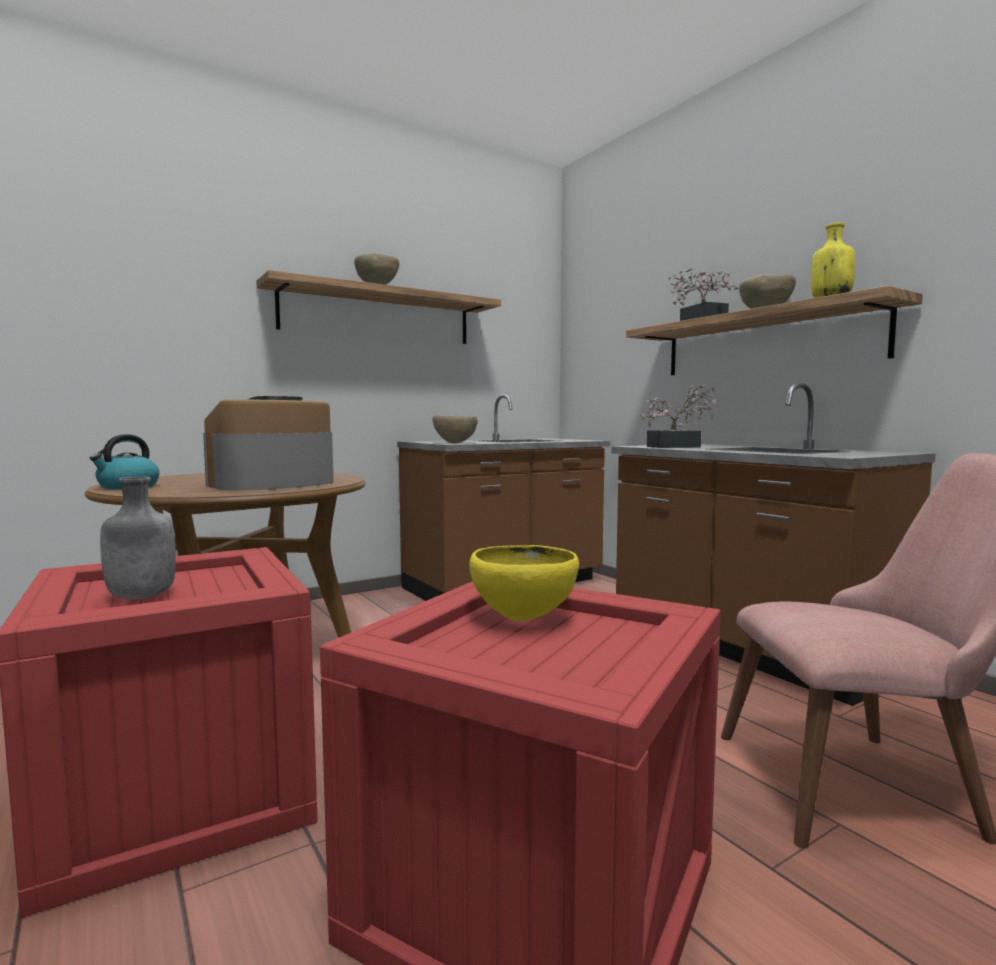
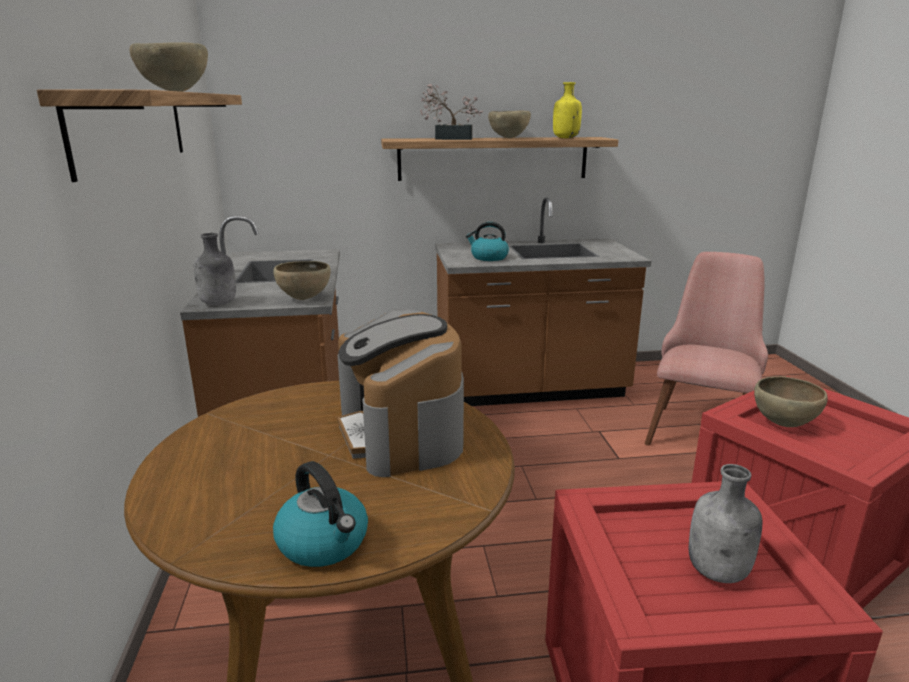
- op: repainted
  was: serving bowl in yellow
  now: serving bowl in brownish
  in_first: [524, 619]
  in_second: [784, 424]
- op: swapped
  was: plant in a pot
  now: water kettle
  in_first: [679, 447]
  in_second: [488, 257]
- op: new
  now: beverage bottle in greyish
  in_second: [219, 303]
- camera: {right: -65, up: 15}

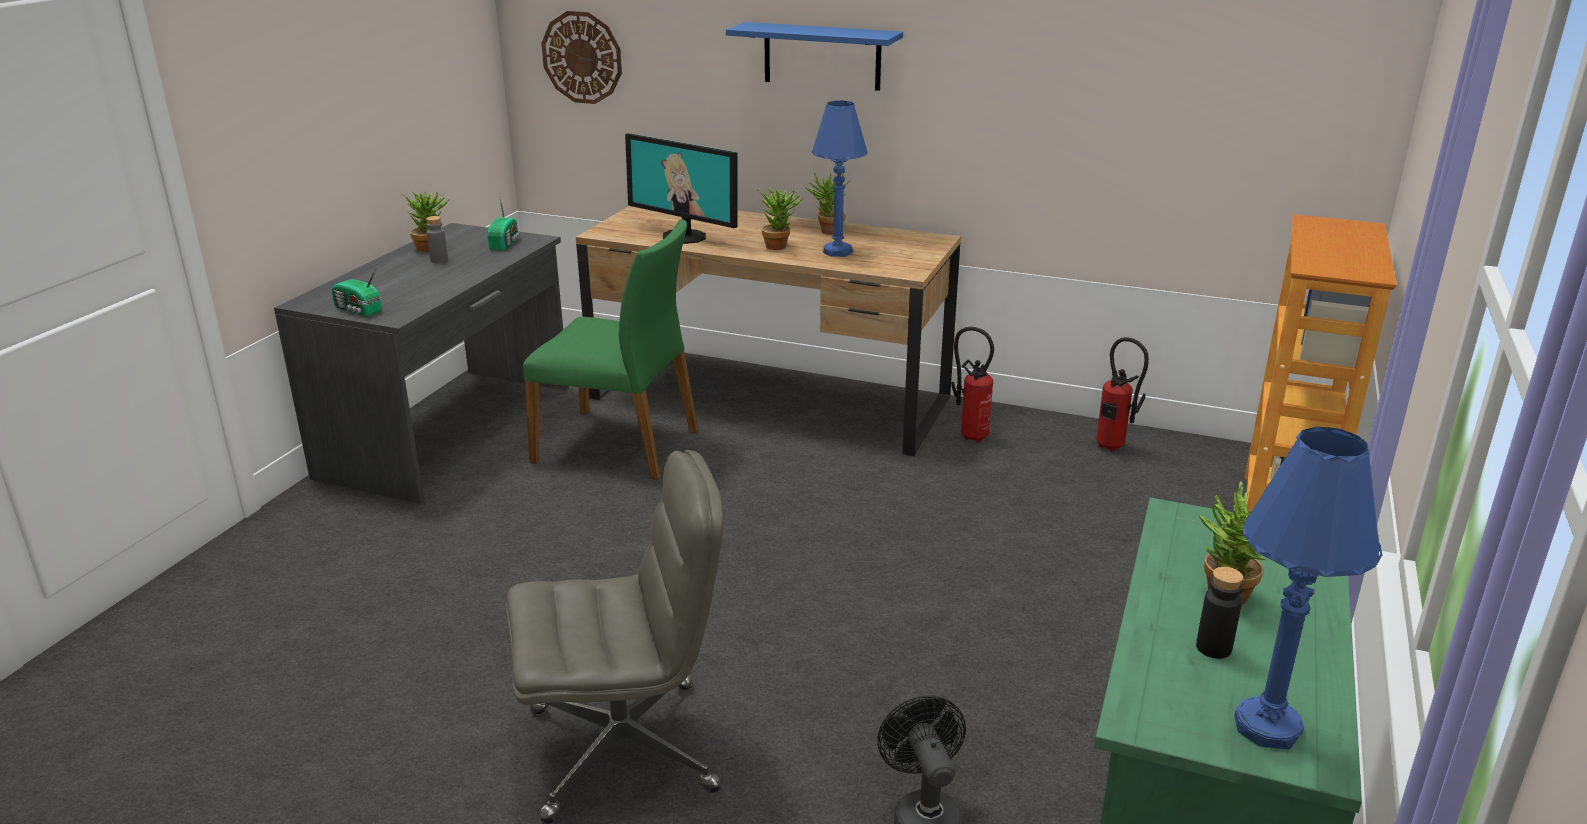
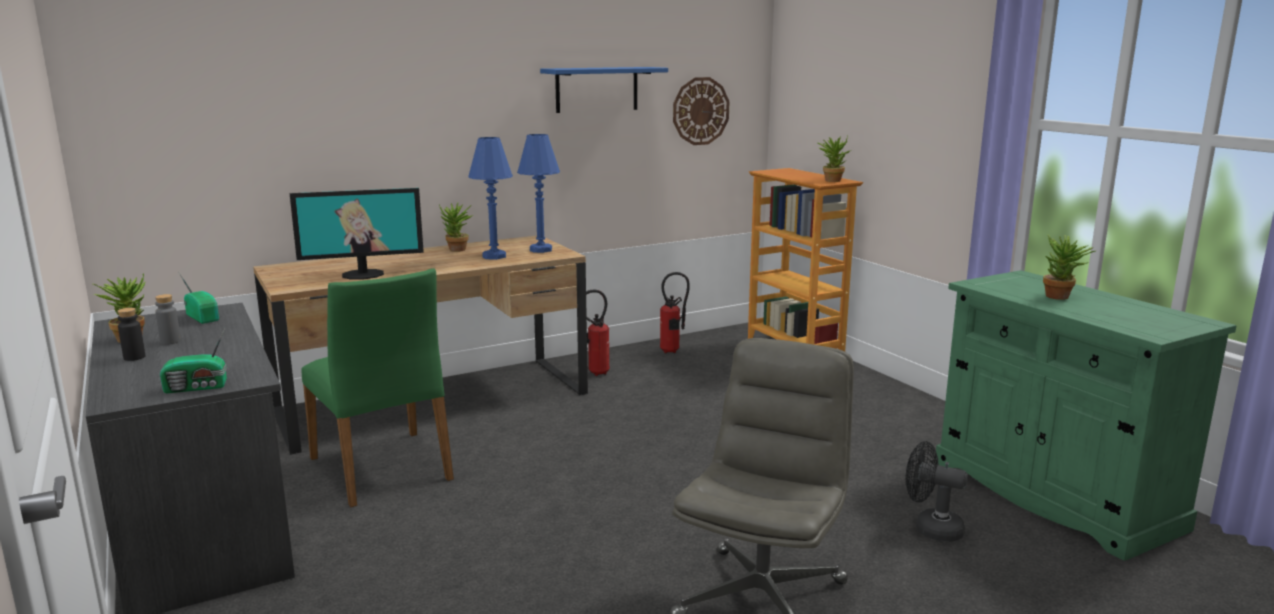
- op: rotated
  was: plain chair in greenish
  in_first: [619, 445]
  in_second: [383, 468]
  clockwise: 90
- op: shifted
  was: clock on the wall
  in_first: [582, 57]
  in_second: [700, 111]
- op: shifted
  was: bracket shelf in bluish
  in_first: [822, 56]
  in_second: [597, 89]
- op: shifted
  was: plant in a pot
  in_first: [779, 245]
  in_second: [832, 180]
- op: shifted
  was: beverage bottle in black
  in_first: [1213, 648]
  in_second: [134, 357]
- op: shifted
  was: tabletop lamp in bluish
  in_first: [1268, 727]
  in_second: [541, 250]
- camera: {right: -50, up: -10}

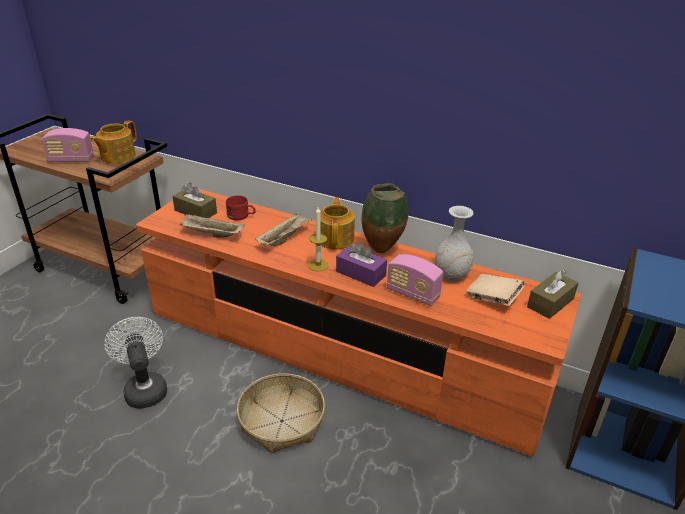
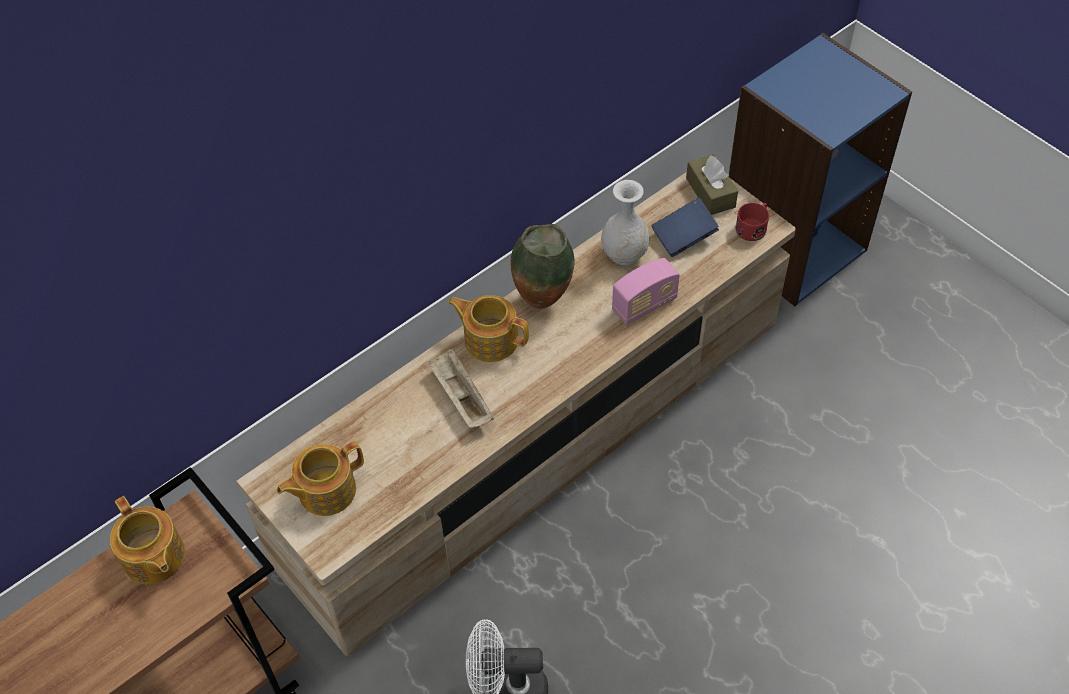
- op: gone
  was: radio
  in_first: [71, 160]
- op: repainted
  was: tv stand in orangey
  now: tv stand in beige-coloured
  in_first: [340, 350]
  in_second: [537, 439]
- op: swapped
  was: tissue holder in brownish
  now: tea pot
  in_first: [195, 211]
  in_second: [325, 491]
- op: gone
  was: carrying tray in beige-coloured
  in_first: [211, 234]
- op: shifted
  was: coffee mug in red
  in_first: [241, 216]
  in_second: [753, 227]
- op: gone
  was: basket
  in_first: [282, 421]
- op: gone
  was: wax candle
  in_first: [318, 265]
- op: gone
  was: tissue holder in purple-coloured
  in_first: [361, 273]
- op: repainted
  was: bound book in beige-coloured
  now: bound book in bluish
  in_first: [493, 299]
  in_second: [684, 237]
- camera: {right: -65, up: 20}

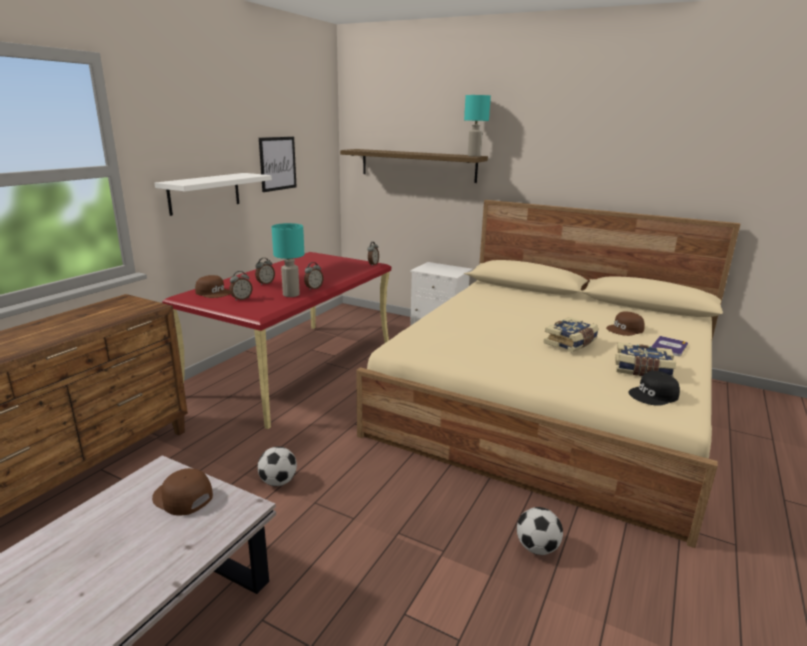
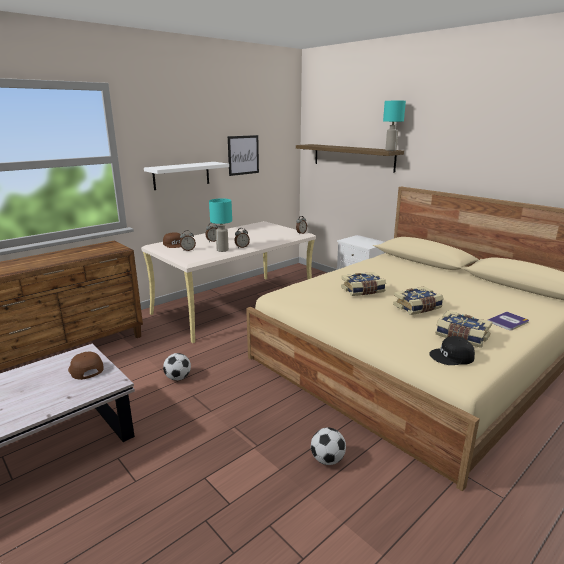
- op: repainted
  was: desk table in red
  now: desk table in beige-coloured
  in_first: [295, 368]
  in_second: [235, 305]
- op: gone
  was: peaked cap in brownish
  in_first: [625, 329]
- op: new
  now: bound book
  in_second: [363, 291]
- camera: {right: 20, up: 0}

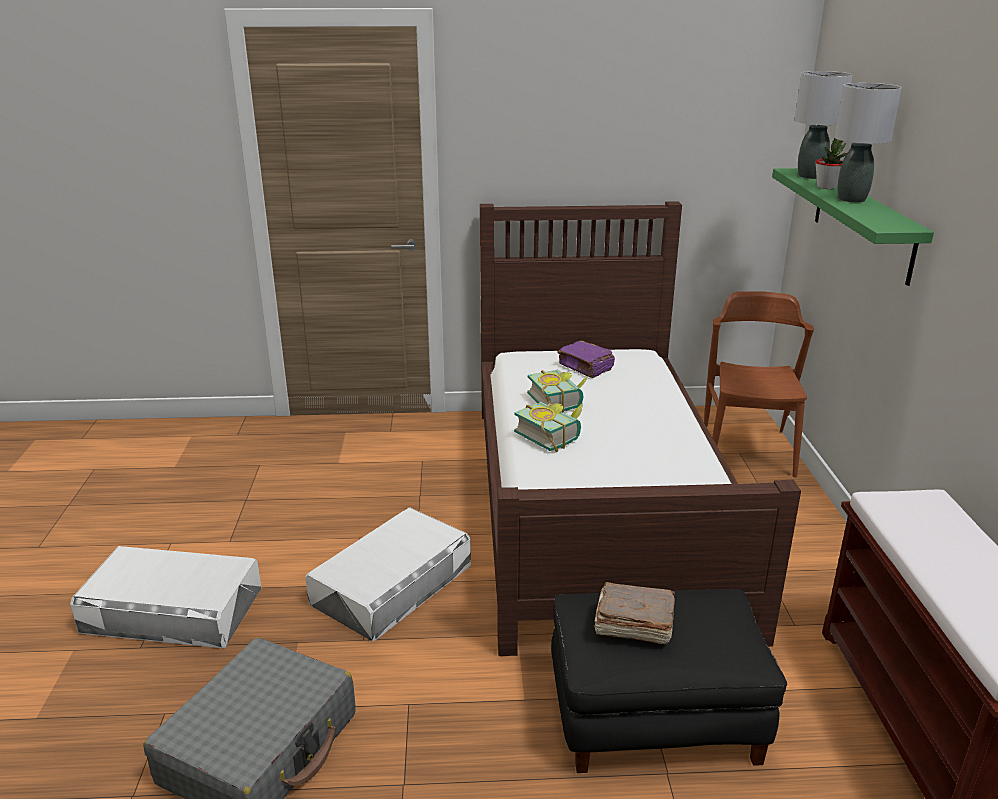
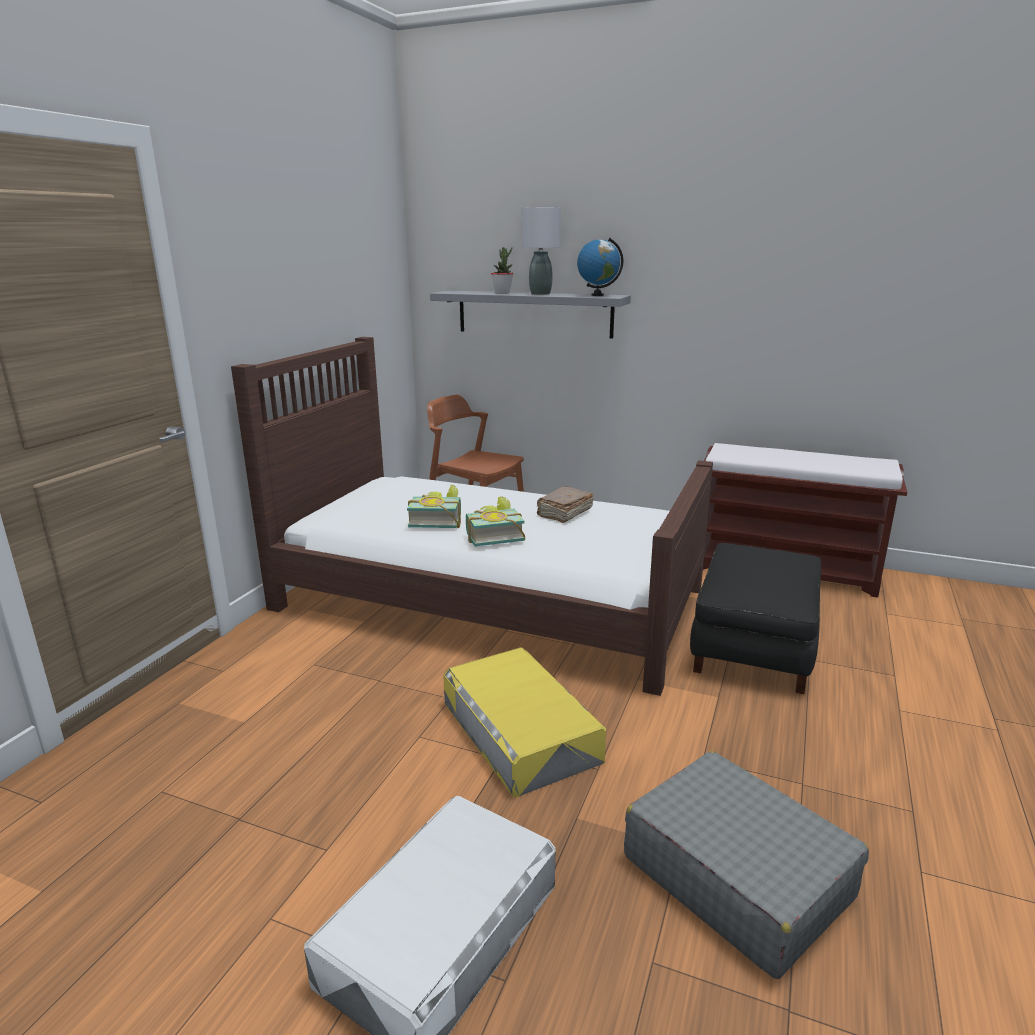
- op: repainted
  was: storage box in whitish
  now: storage box in yellow
  in_first: [392, 584]
  in_second: [520, 731]
- op: gone
  was: bound book in purple-coloured
  in_first: [586, 368]
- op: shifted
  was: bound book in brownish
  in_first: [632, 625]
  in_second: [564, 513]
- op: repainted
  was: bracket shelf in greenish
  now: bracket shelf in greyish
  in_first: [862, 223]
  in_second: [534, 313]
- op: gone
  was: tabletop lamp in greyish
  in_first: [810, 176]
- op: new
  now: globe
  in_second: [597, 295]
- camera: {right: -65, up: -5}

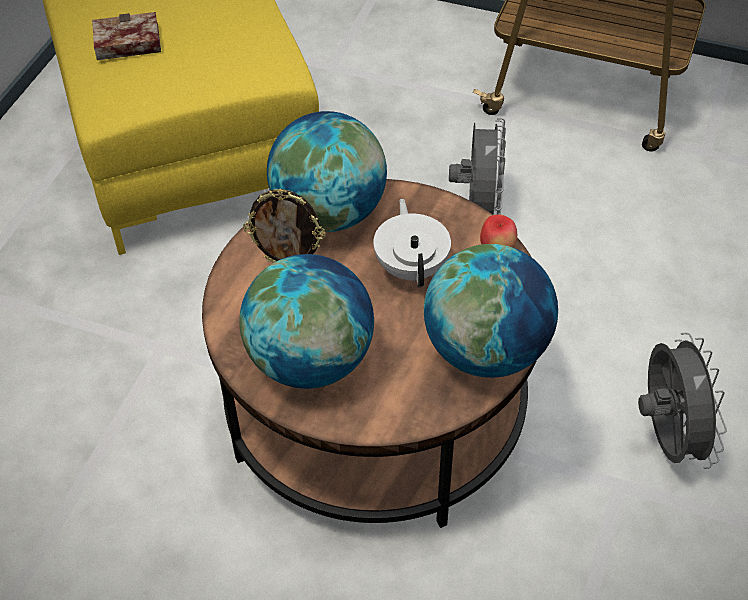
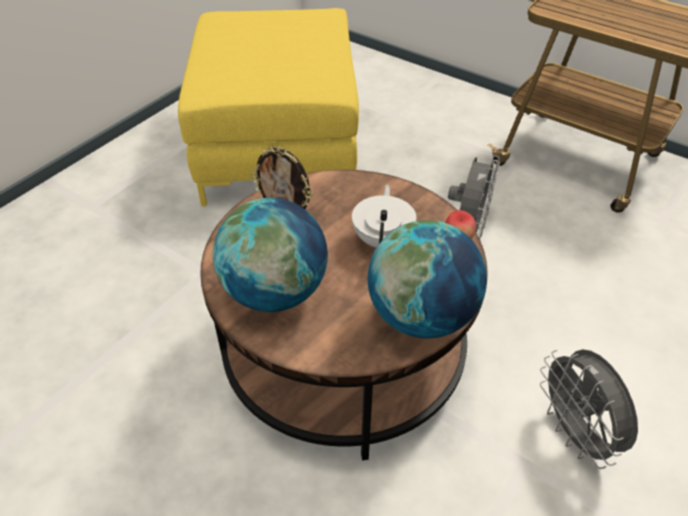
- op: gone
  was: bound book
  in_first: [125, 44]
- op: gone
  was: globe
  in_first: [329, 213]
- op: rotated
  was: fan in greyish
  in_first: [666, 437]
  in_second: [575, 434]
  clockwise: 150
- camera: {right: 15, up: -5}

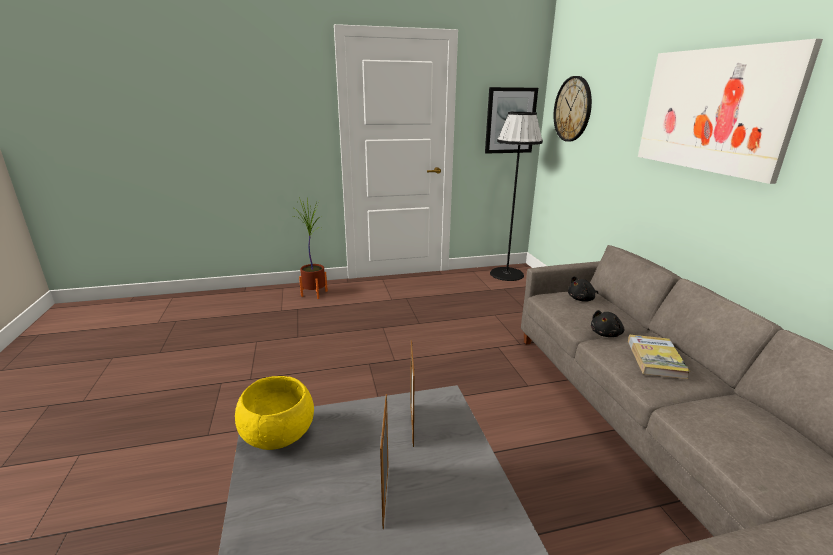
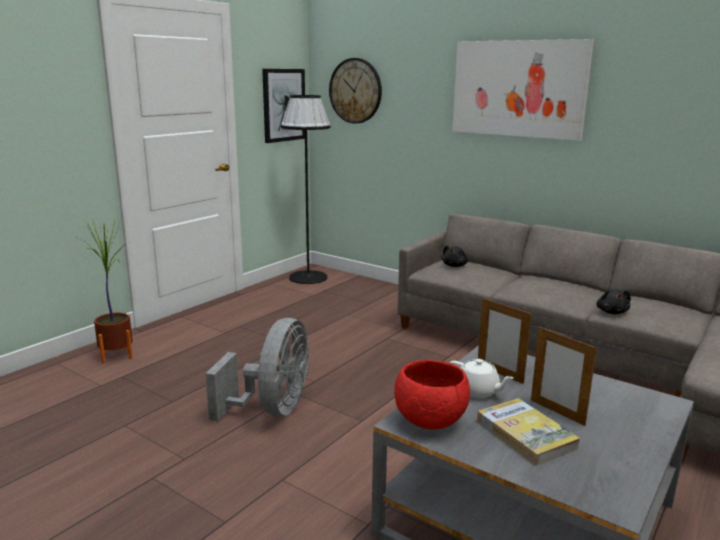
- op: repainted
  was: serving bowl in yellow
  now: serving bowl in red
  in_first: [278, 437]
  in_second: [431, 421]
- op: shifted
  was: plush toy in black
  in_first: [606, 334]
  in_second: [612, 312]
- op: shifted
  was: bound book
  in_first: [655, 358]
  in_second: [525, 434]
- op: new
  now: fan in greyish
  in_second: [272, 409]
- op: new
  now: tea pot in whitish
  in_second: [477, 391]
- camera: {right: -40, up: -5}

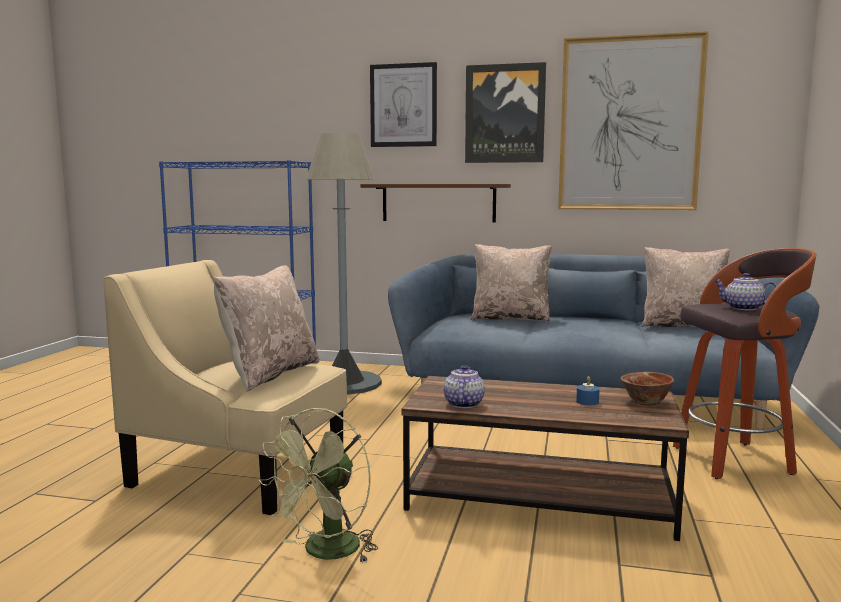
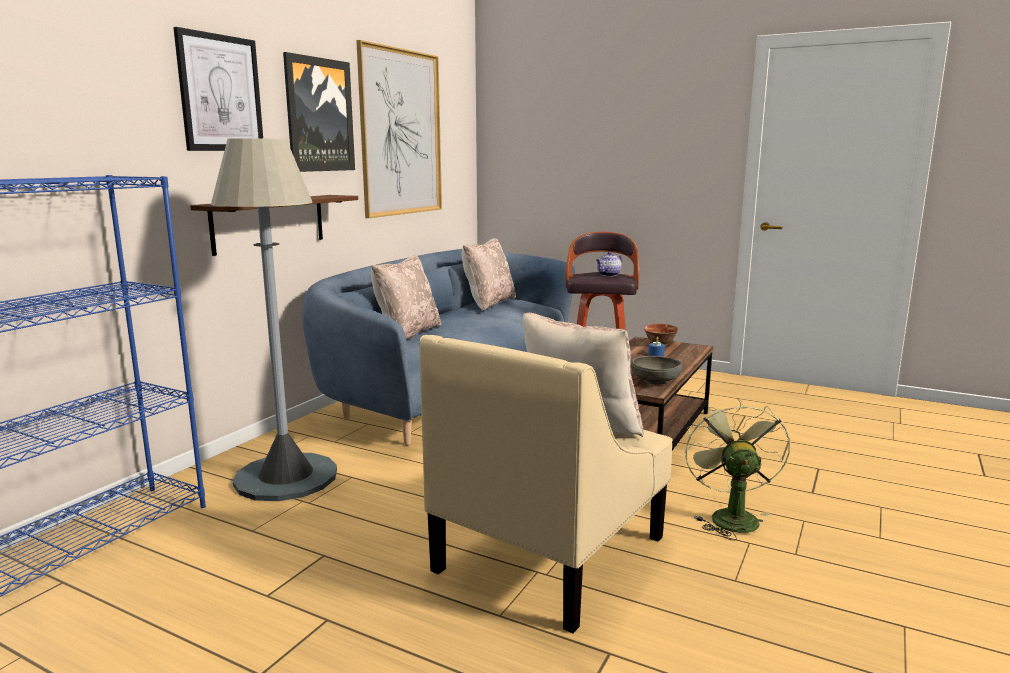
- op: rotated
  was: fan in greenish
  in_first: [325, 553]
  in_second: [729, 516]
  clockwise: -135
- op: swapped
  was: tea pot
  now: serving bowl in greyish
  in_first: [463, 403]
  in_second: [655, 381]
- camera: {right: -75, up: 5}

